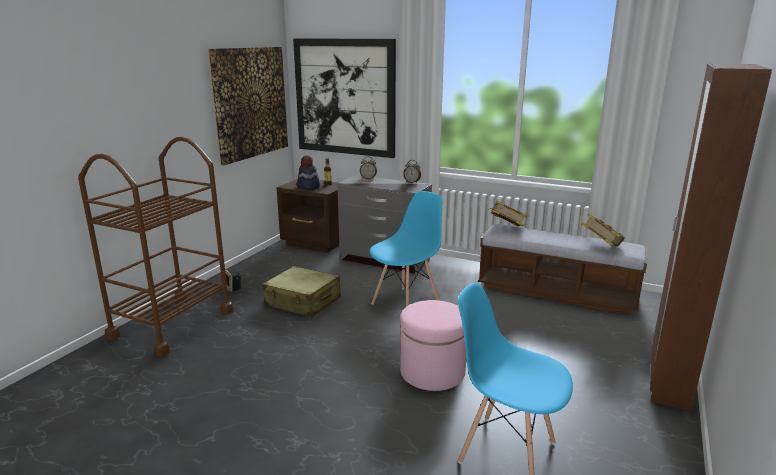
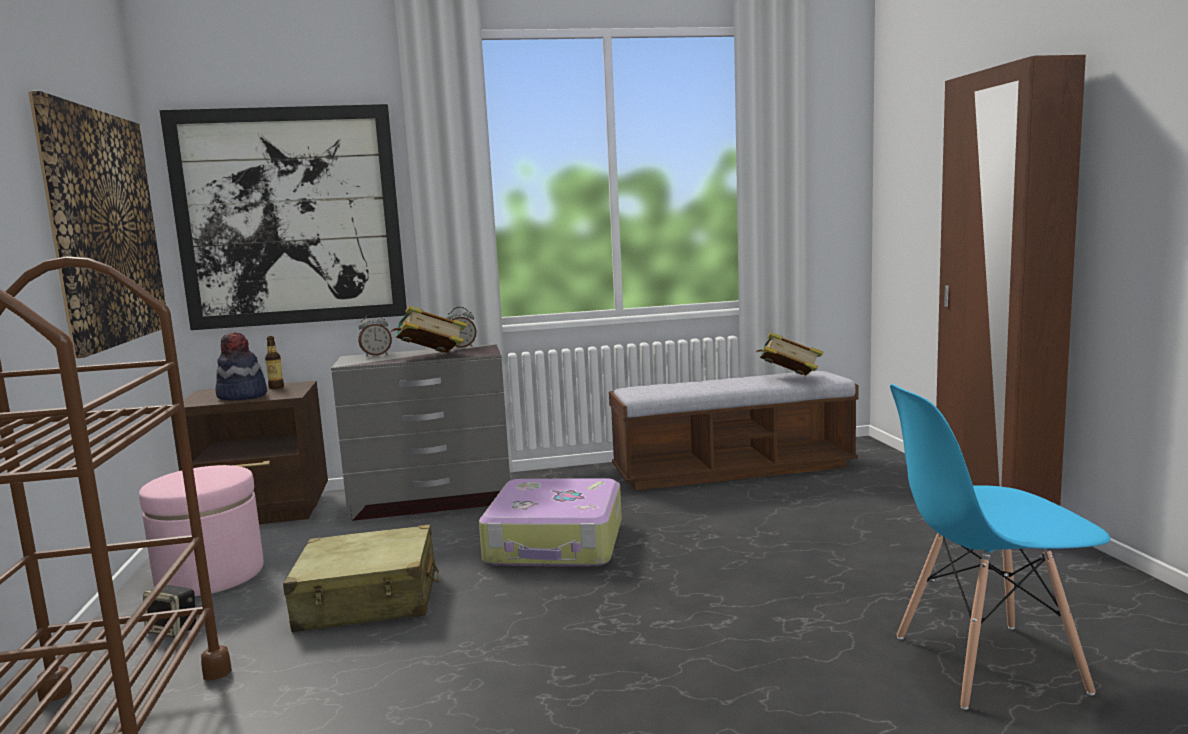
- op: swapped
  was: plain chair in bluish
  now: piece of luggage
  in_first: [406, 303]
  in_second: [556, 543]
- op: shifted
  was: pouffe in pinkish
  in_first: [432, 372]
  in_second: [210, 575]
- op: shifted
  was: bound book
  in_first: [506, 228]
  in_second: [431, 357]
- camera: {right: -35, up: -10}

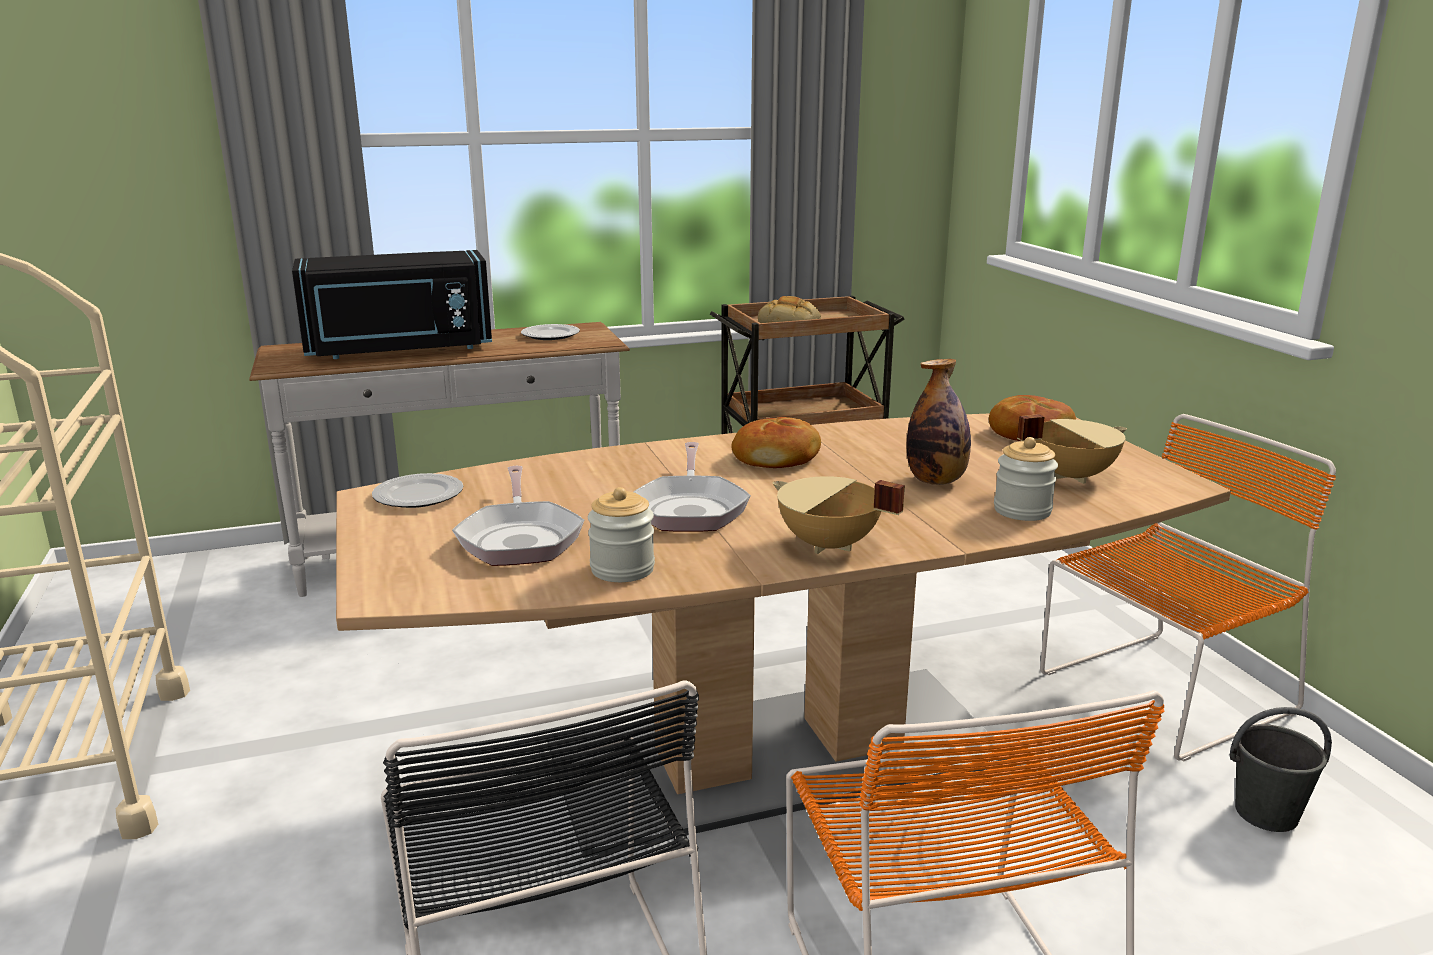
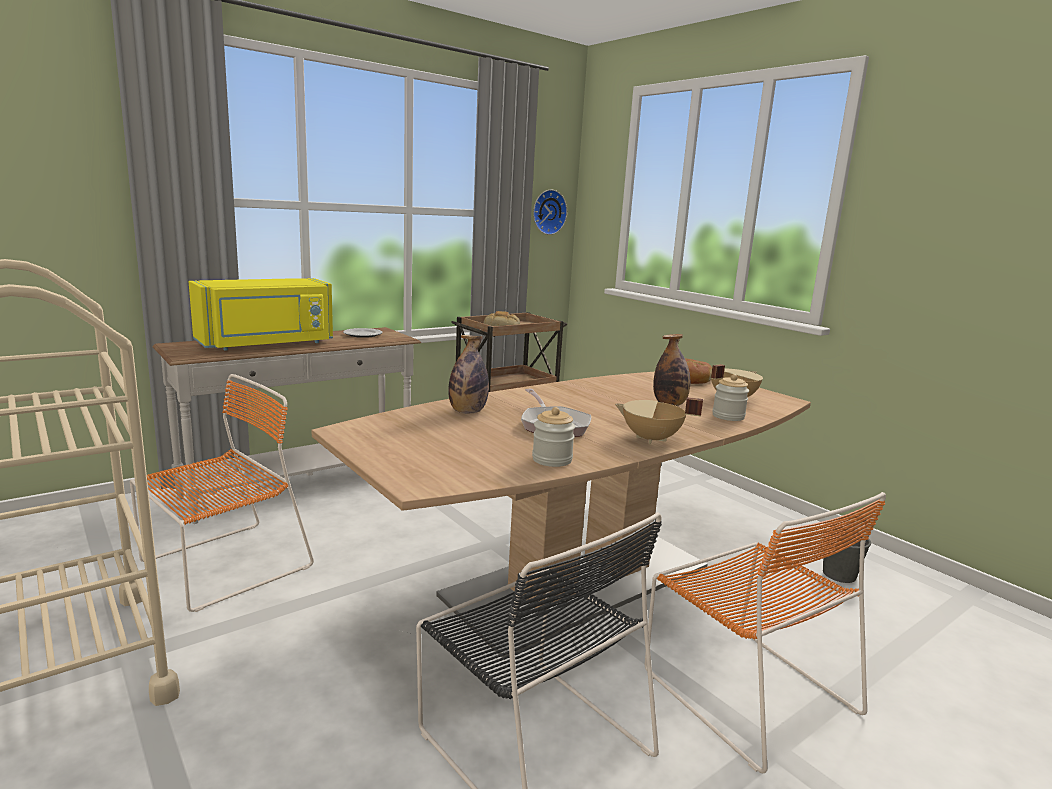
- op: repainted
  was: microwave oven in black
  now: microwave oven in yellow
  in_first: [399, 350]
  in_second: [267, 344]
- op: gone
  was: flat dish
  in_first: [419, 495]
- op: gone
  was: frying pan
  in_first: [520, 538]
- op: gone
  was: bakery bread
  in_first: [777, 457]
- op: shifted
  was: plain chair in orangey
  in_first: [1160, 694]
  in_second: [222, 566]
- op: new
  now: beverage bottle
  in_second: [467, 412]
- op: new
  now: clock on the wall
  in_second: [548, 212]
- camera: {right: -20, up: -5}

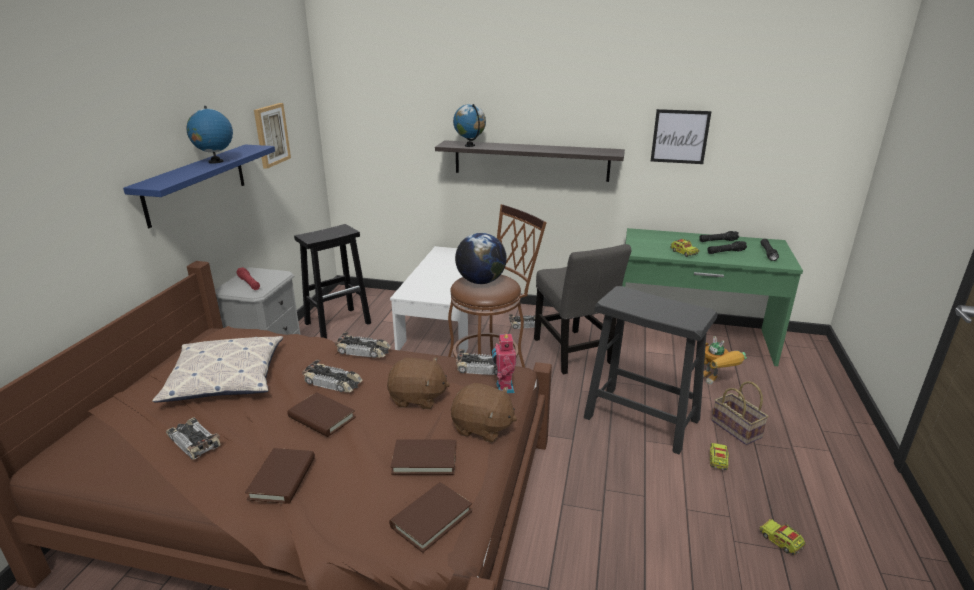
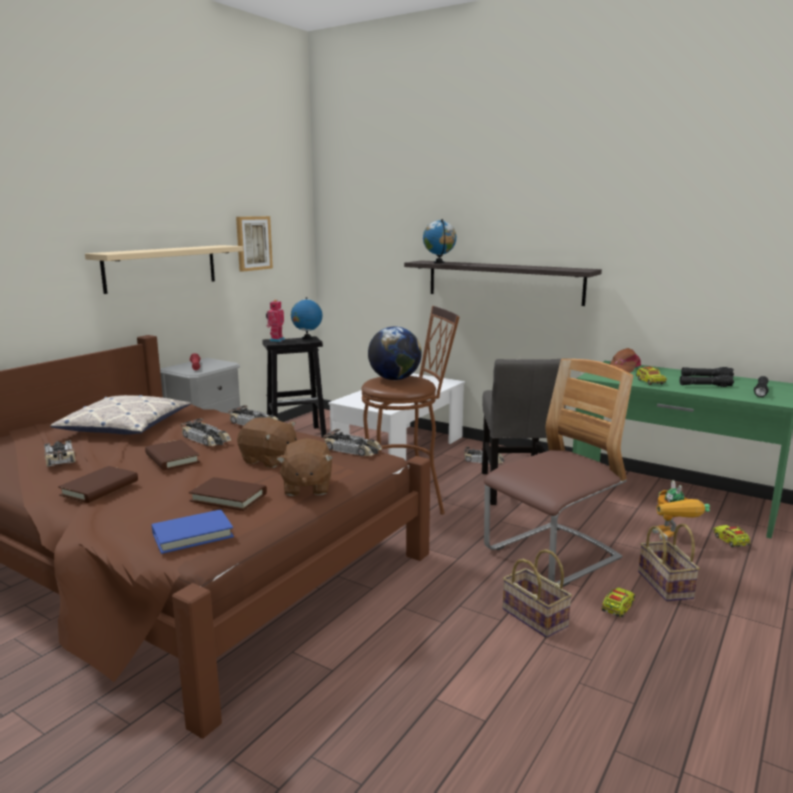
- op: repainted
  was: bracket shelf in bluish
  now: bracket shelf in beige-coloured
  in_first: [196, 184]
  in_second: [161, 268]
- op: shifted
  was: globe
  in_first: [215, 162]
  in_second: [307, 338]
- op: repainted
  was: bound book in brownish
  now: bound book in bluish
  in_first: [431, 519]
  in_second: [192, 535]
- op: rotated
  was: plush toy in brownish
  in_first: [482, 428]
  in_second: [306, 487]
  clockwise: 45
- op: shifted
  was: robot figure
  in_first: [503, 388]
  in_second: [276, 340]
- op: swapped
  was: stool in black
  now: plain chair
  in_first: [642, 419]
  in_second: [552, 556]
- op: gone
  was: picture
  in_first: [680, 136]
- op: shifted
  was: model truck
  in_first: [780, 541]
  in_second: [730, 541]
- op: new
  now: basket
  in_second: [532, 617]
- op: new
  now: peaked cap in brownish
  in_second: [623, 368]
- camera: {right: 20, up: -10}

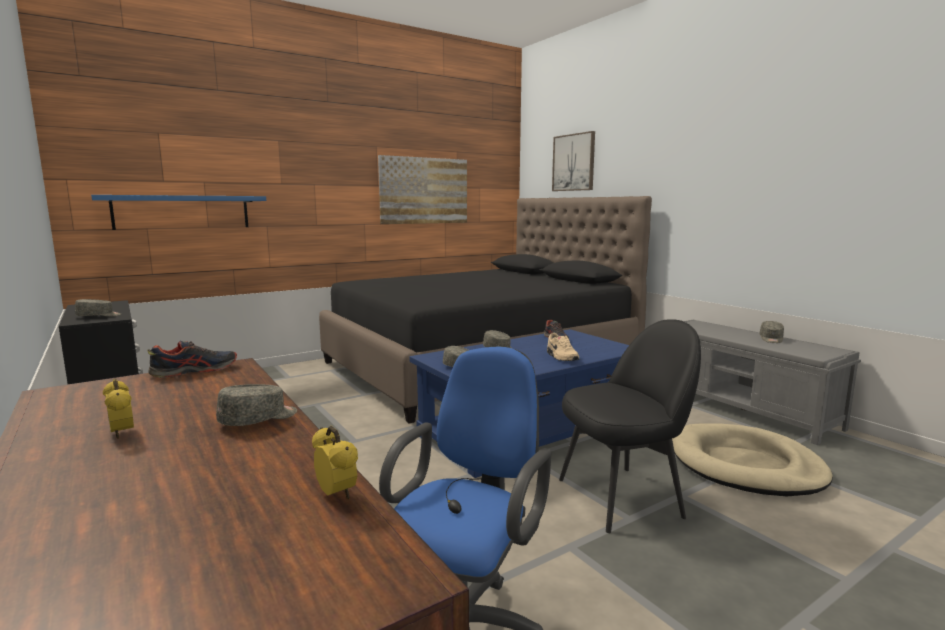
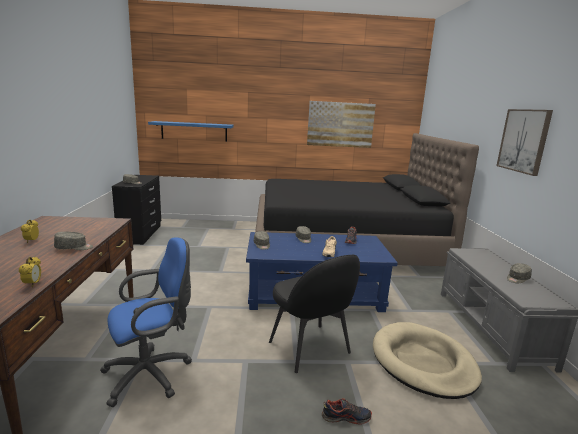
- op: shifted
  was: low shoe
  in_first: [195, 371]
  in_second: [346, 417]
- op: shifted
  was: picture
  in_first: [574, 162]
  in_second: [524, 140]
- op: rotated
  was: plain chair in black
  in_first: [622, 497]
  in_second: [310, 349]
  clockwise: 45
- camera: {right: 30, up: 5}

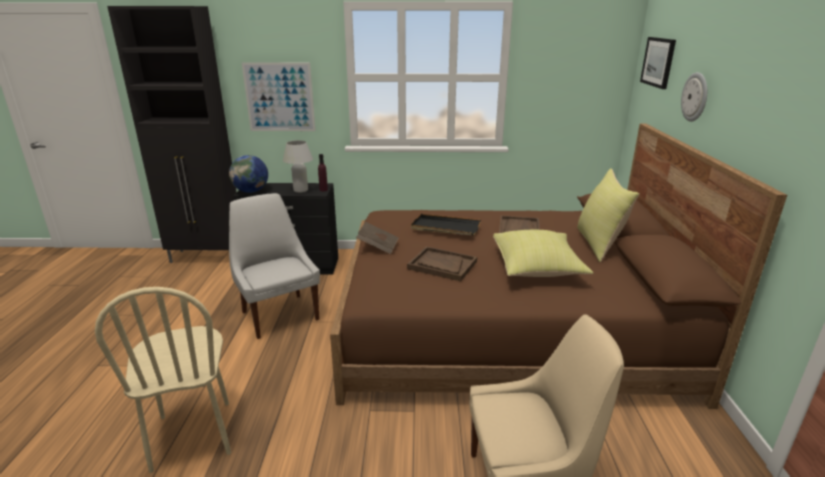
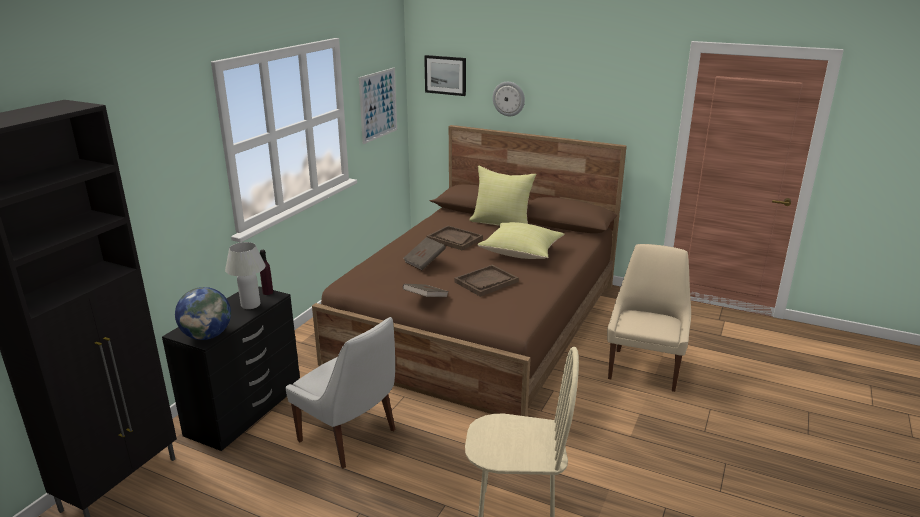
- op: rotated
  was: plain chair in whitish
  in_first: [279, 314]
  in_second: [350, 437]
  clockwise: -135
- op: shifted
  was: picture
  in_first: [279, 97]
  in_second: [378, 105]
- op: swapped
  was: carrying tray in black
  now: bound book in brownish
  in_first: [445, 227]
  in_second: [424, 262]
- camera: {right: -65, up: 0}

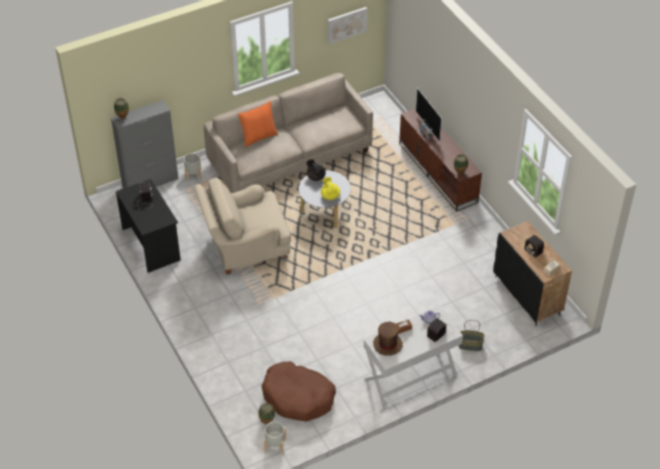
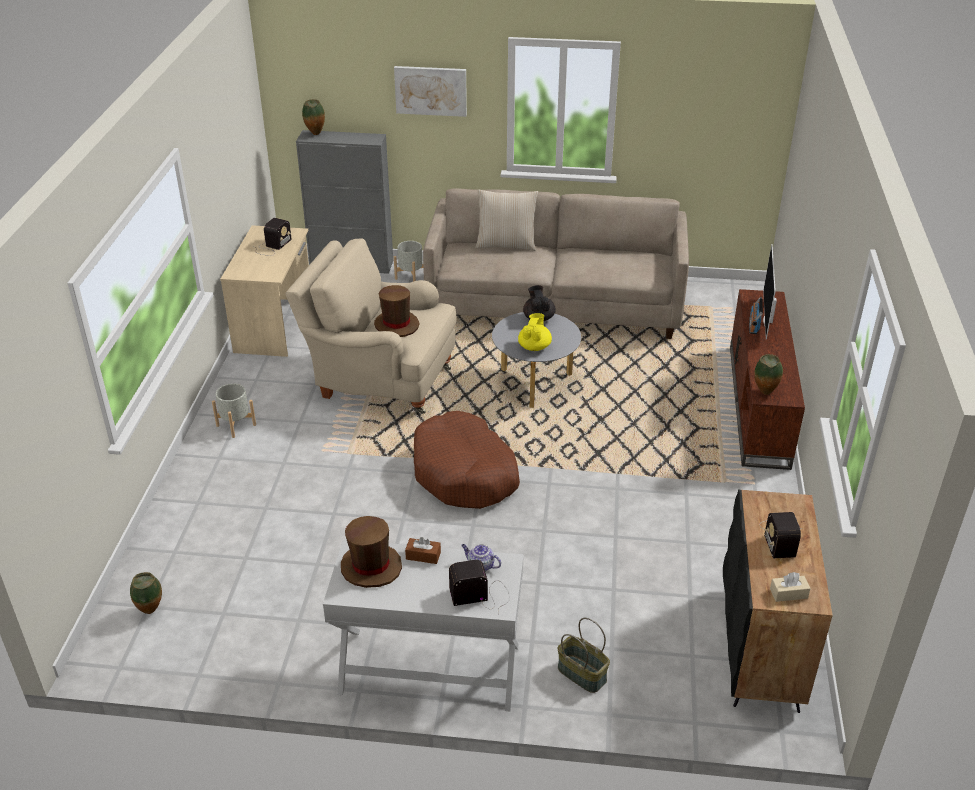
- op: repainted
  was: desk table in black
  now: desk table in beige-coloured
  in_first: [151, 244]
  in_second: [275, 325]
- op: repainted
  was: throw pillow in orangey
  now: throw pillow in beige-coloured
  in_first: [258, 137]
  in_second: [506, 244]
- op: shifted
  was: pet bed in brownish
  in_first: [298, 397]
  in_second: [465, 473]
- op: shifted
  was: planter in greyish
  in_first: [275, 445]
  in_second: [236, 425]
- op: shifted
  was: picture
  in_first: [346, 24]
  in_second: [431, 90]
- op: new
  now: wearable hat in brownish
  in_second: [396, 325]
- camera: {right: 35, up: -10}

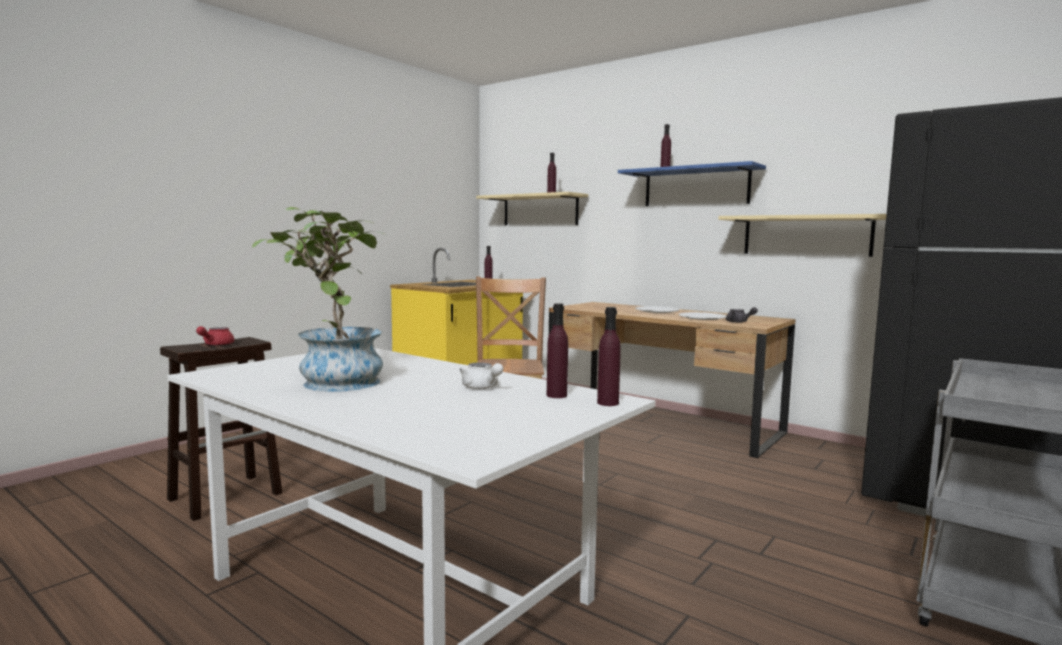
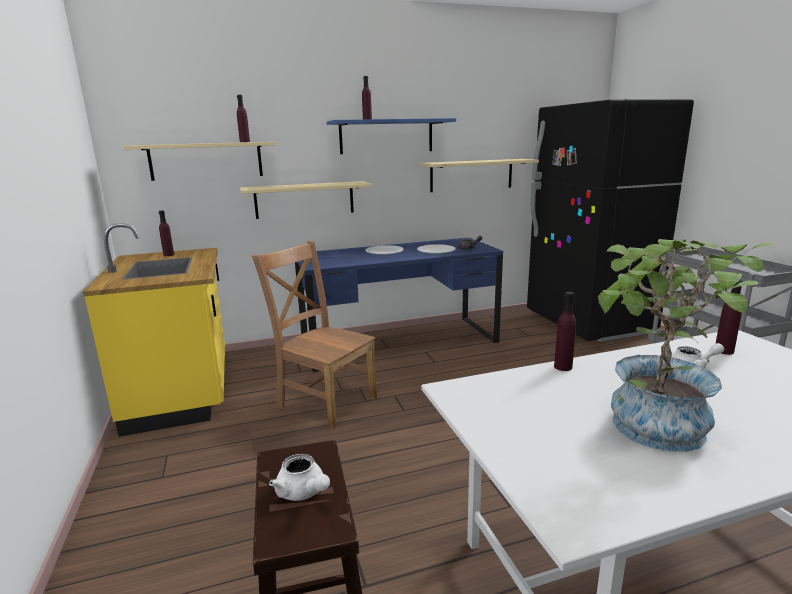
- op: repainted
  was: tea pot in red
  now: tea pot in whitish
  in_first: [215, 345]
  in_second: [303, 493]
- op: repainted
  was: desk table in brownish
  now: desk table in bluish
  in_first: [660, 421]
  in_second: [399, 342]
- op: shifted
  was: beverage bottle in purple-coloured
  in_first: [608, 403]
  in_second: [563, 367]
- op: new
  now: bracket shelf in beige-coloured
  in_second: [304, 199]
- camera: {right: -55, up: 10}

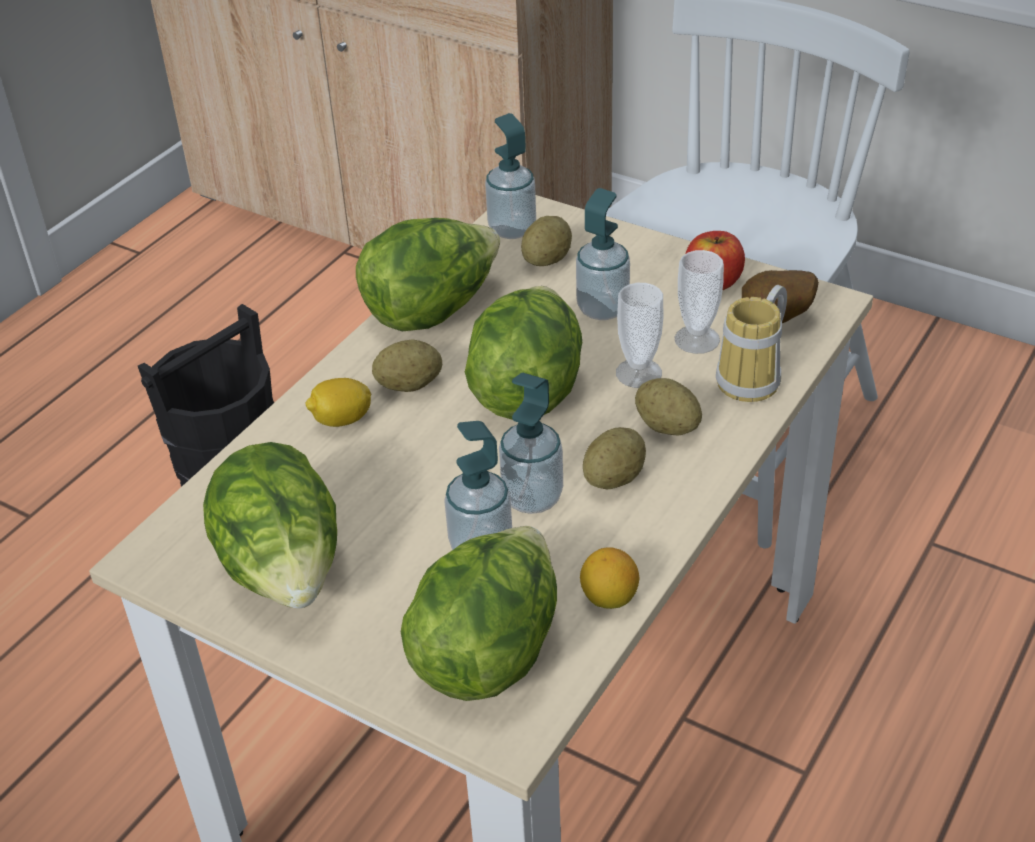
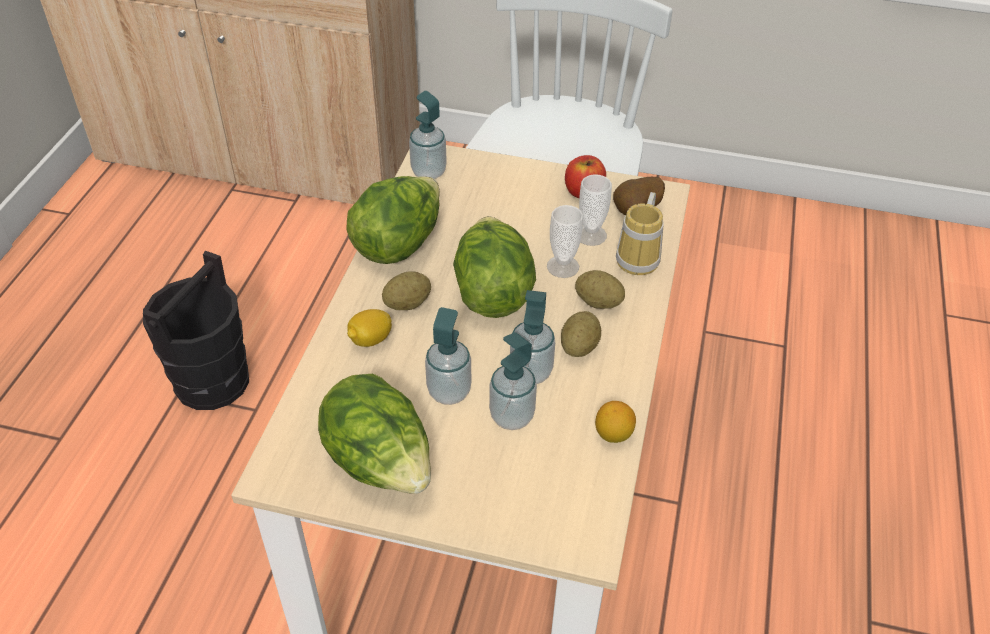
- op: gone
  was: lettuce
  in_first: [488, 651]
- op: gone
  was: spud
  in_first: [546, 260]
- op: shifted
  was: soap dispenser
  in_first: [602, 309]
  in_second: [449, 391]
- camera: {right: -20, up: 5}

